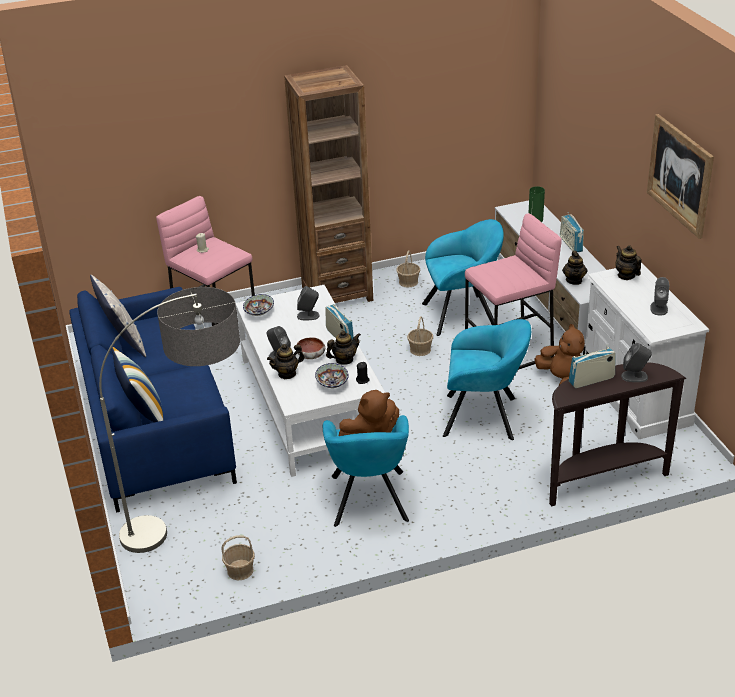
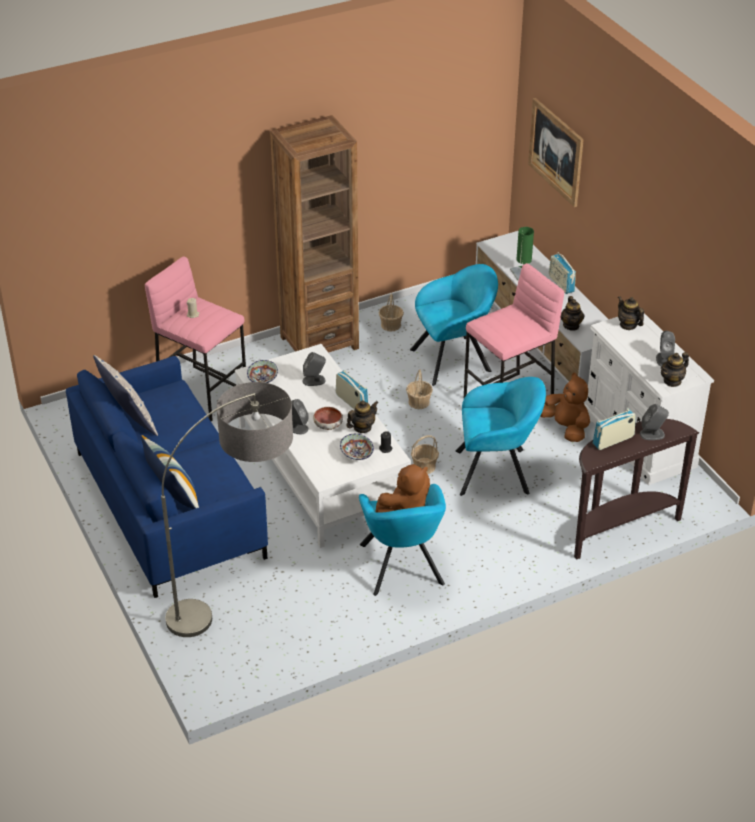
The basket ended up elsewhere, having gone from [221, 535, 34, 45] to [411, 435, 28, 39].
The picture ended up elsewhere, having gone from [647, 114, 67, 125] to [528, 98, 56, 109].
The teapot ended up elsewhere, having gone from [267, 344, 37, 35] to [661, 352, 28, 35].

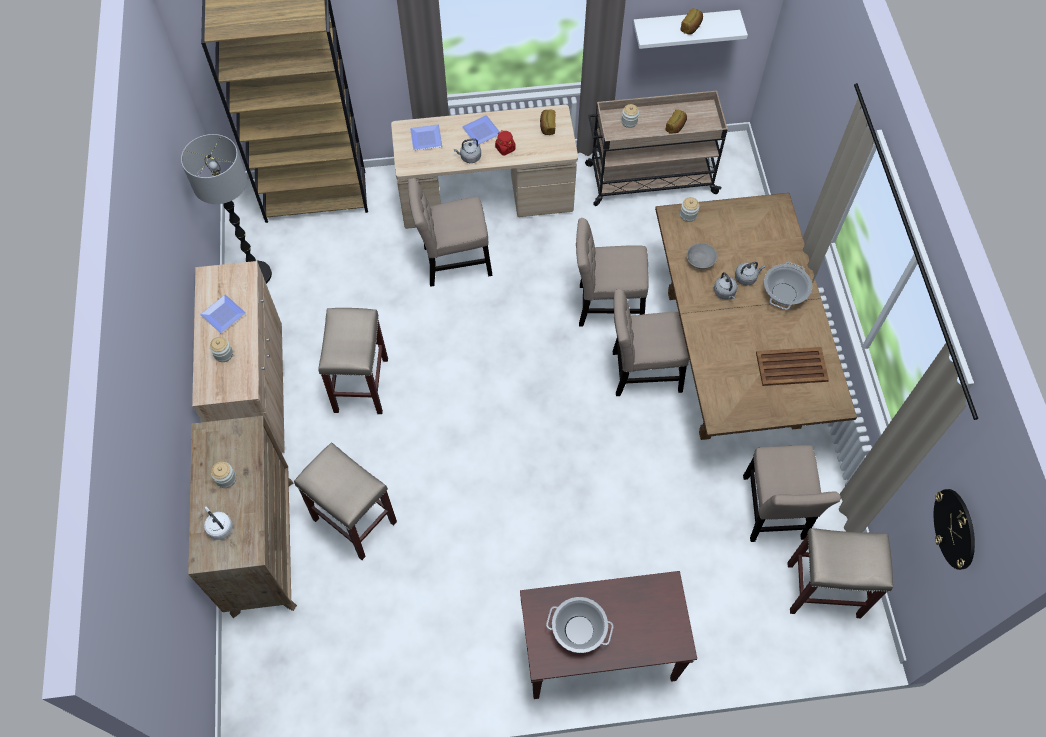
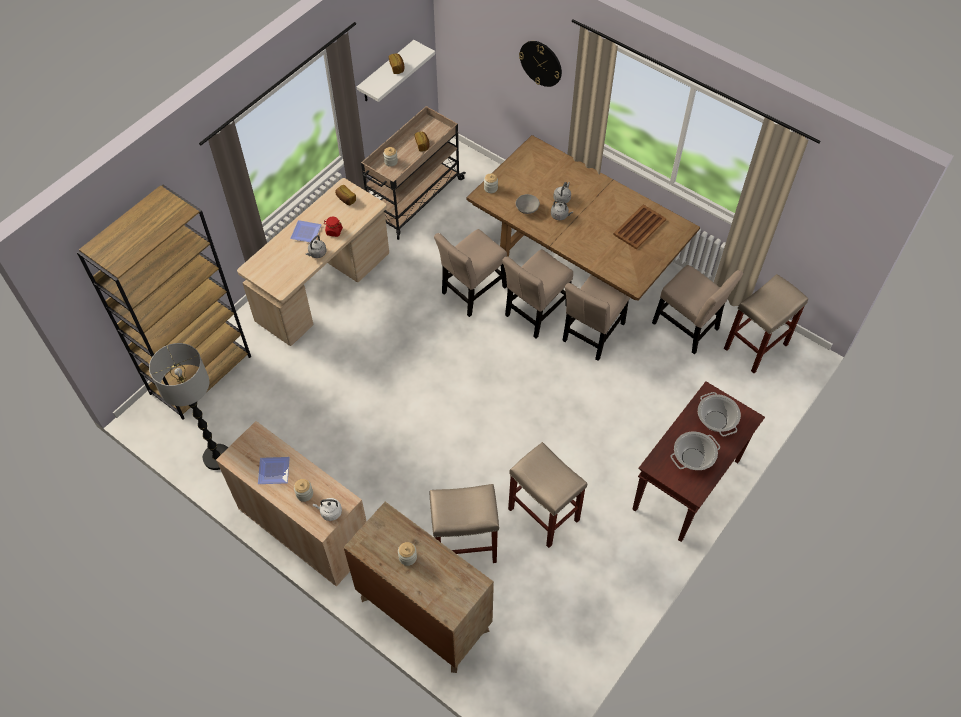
The kettle (white) ended up elsewhere, having gone from [204, 506, 29, 34] to [313, 498, 29, 23].
The stool (beige) ended up elsewhere, having gone from [318, 308, 70, 106] to [508, 442, 79, 106].
The wall clock ended up elsewhere, having gone from [934, 489, 41, 81] to [519, 41, 43, 46].
The chair (beige) ended up elsewhere, having gone from [408, 178, 85, 109] to [562, 275, 68, 86].
The cooking pot ended up elsewhere, having gone from [764, 262, 48, 48] to [698, 392, 43, 44].
The second view lost the plate at [410, 124, 32, 26].

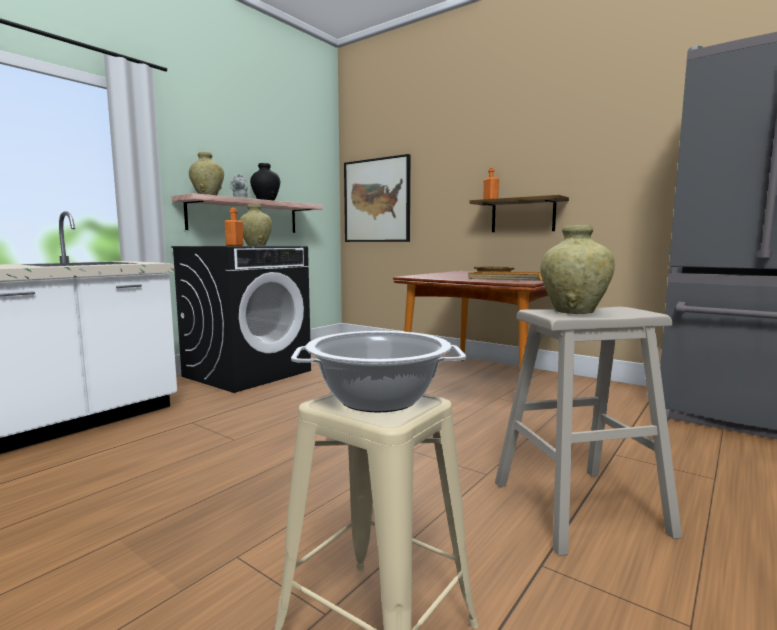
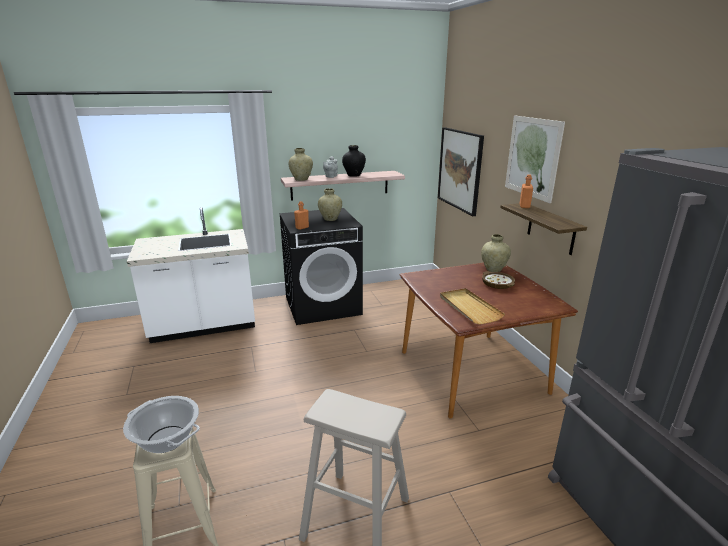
The vase (beige) ended up elsewhere, having gone from [540, 225, 75, 89] to [481, 234, 30, 38].
The second view gained the picture at [505, 116, 60, 87].

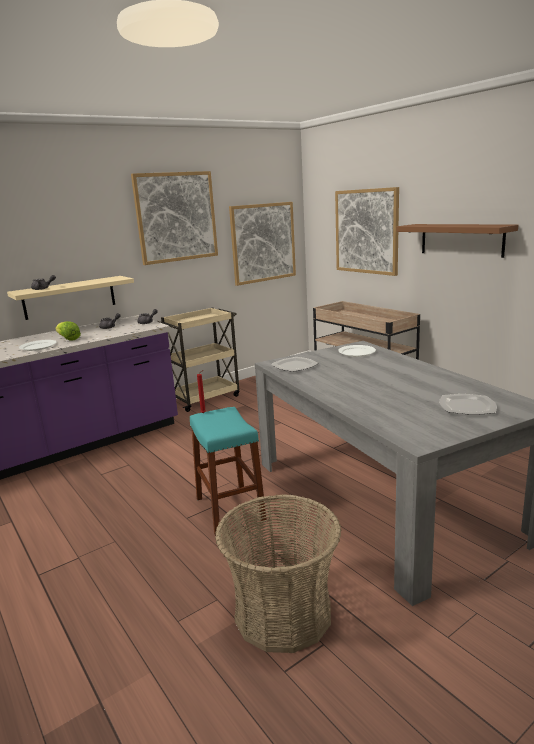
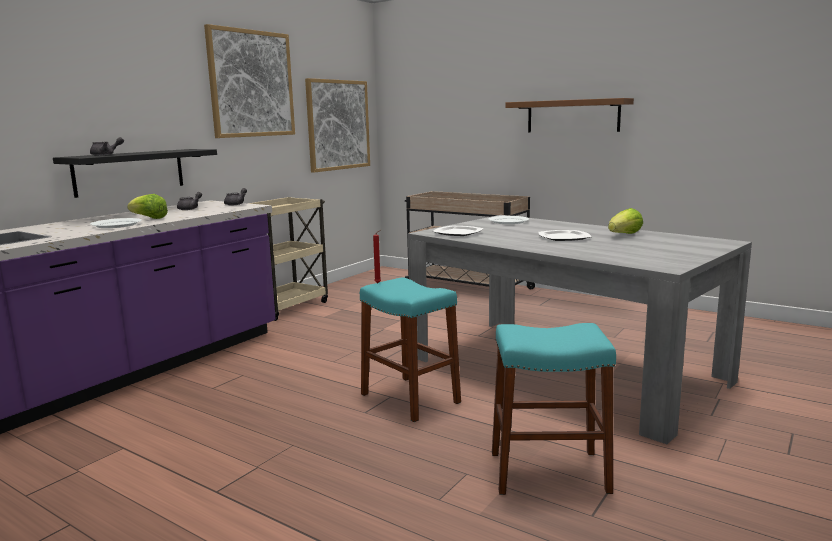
What was the shelf (beige) at [7, 276, 127, 44] turned into the shelf (black) at [53, 149, 164, 49].
Where the basket stood at [215, 494, 127, 159], the stool (turquoise) came to stand at [492, 323, 124, 172].
The plate ended up elsewhere, having gone from [439, 394, 58, 21] to [539, 230, 52, 11].
The second view gained the lettuce at [608, 208, 35, 26].
The second view lost the picture at [335, 187, 64, 89].

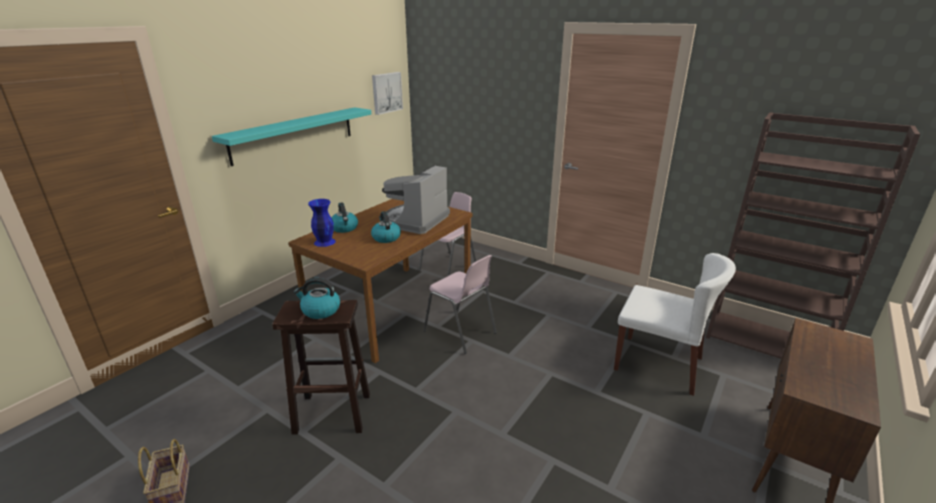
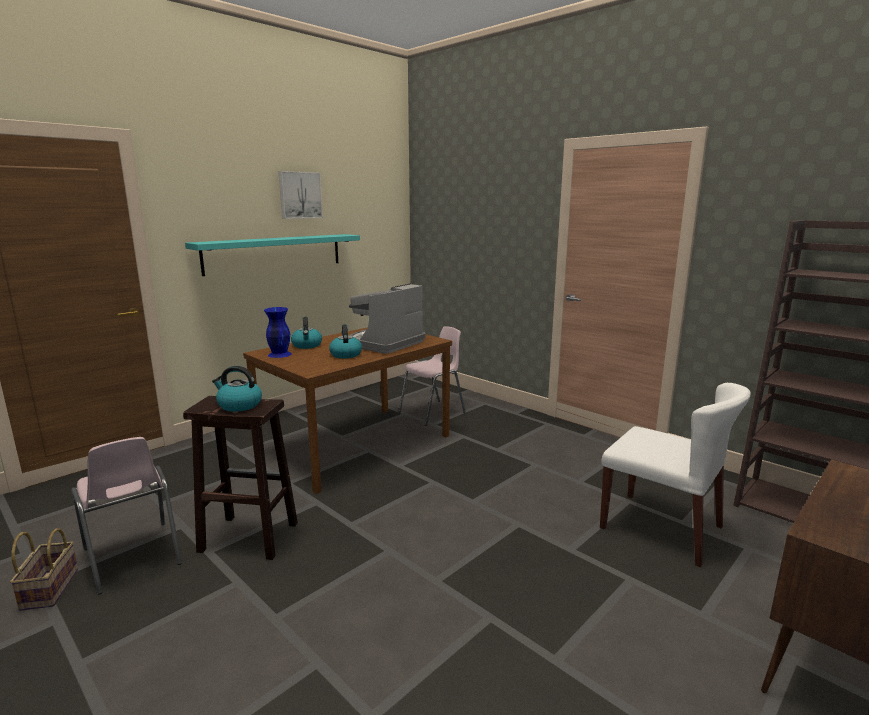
The chair (pink) ended up elsewhere, having gone from [423, 255, 74, 99] to [71, 437, 111, 157].
The picture ended up elsewhere, having gone from [372, 72, 31, 43] to [278, 171, 45, 48].

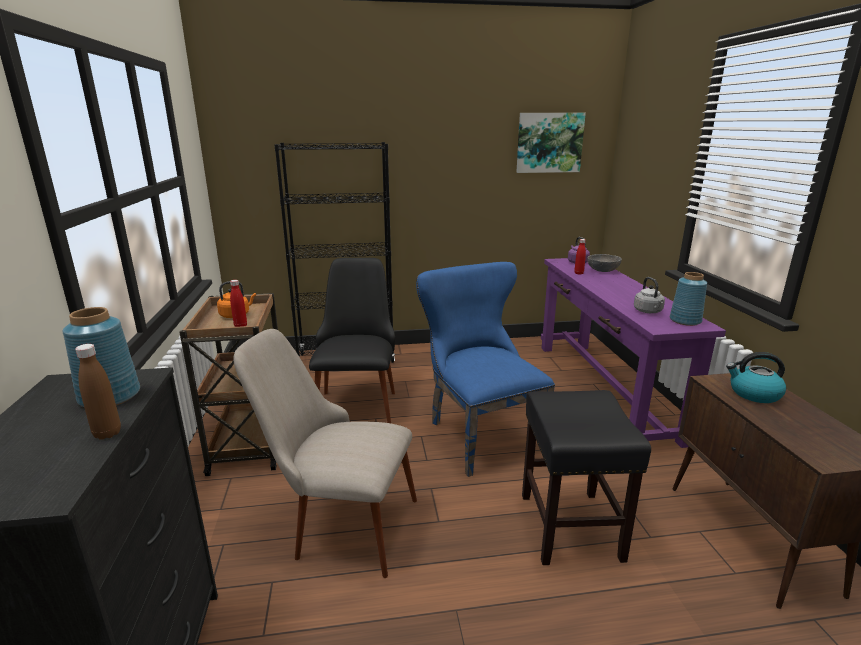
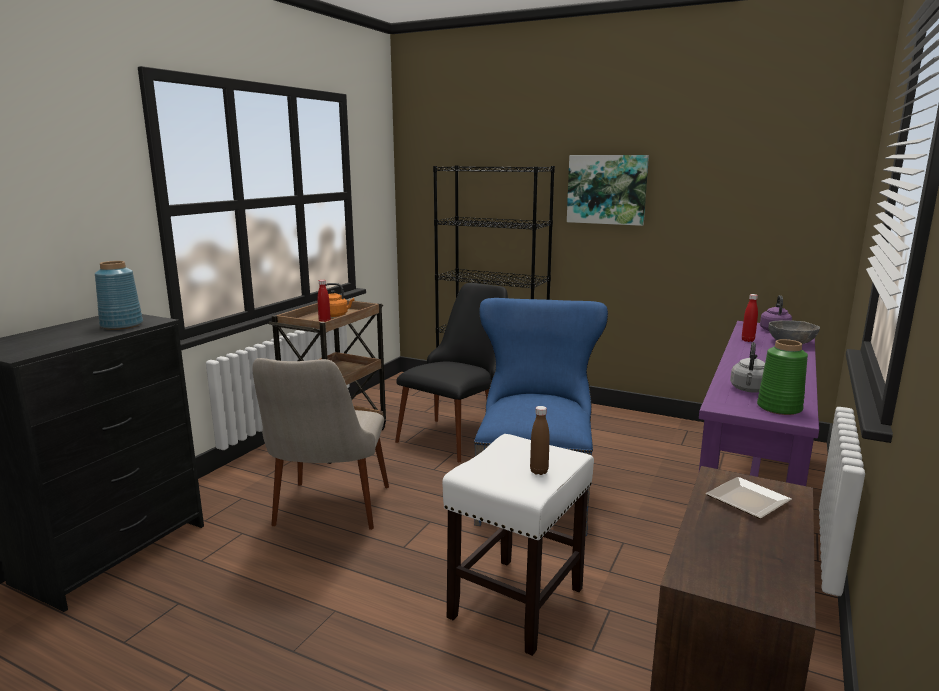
The chair (beige) at [233, 329, 184, 249] ended up facing another way, 135 degrees counterclockwise from before.
What was the stool (black) at [522, 390, 129, 175] turned into the stool (white) at [442, 434, 152, 222].
The bottle (brown) ended up elsewhere, having gone from [75, 344, 46, 96] to [530, 406, 20, 69].
The picture ended up elsewhere, having gone from [516, 113, 70, 60] to [567, 155, 82, 71].
Where the kettle stood at [726, 352, 60, 51], the plate came to stand at [706, 477, 86, 42].
What was the vase (blue) at [670, 272, 37, 54] turned into the vase (green) at [757, 339, 51, 76].

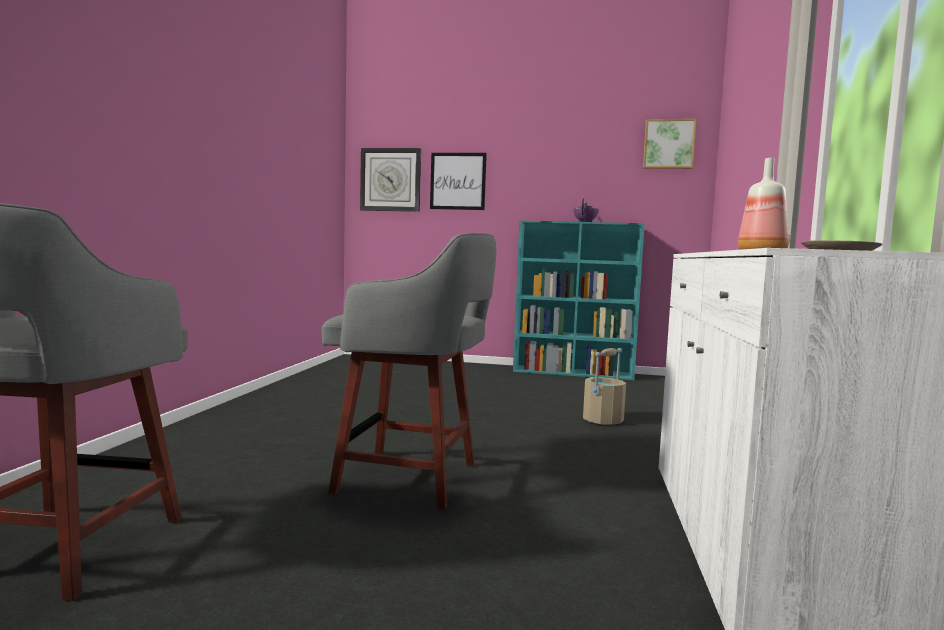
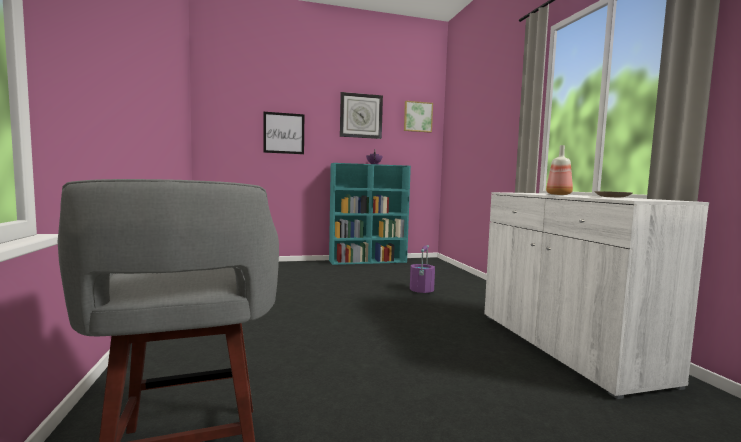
The wall clock ended up elsewhere, having gone from [360, 148, 61, 64] to [340, 92, 43, 47].
What was the bucket (beige) at [583, 348, 43, 77] turned into the bucket (purple) at [410, 245, 25, 48].
The second view lost the stool (grey) at [322, 233, 174, 277].

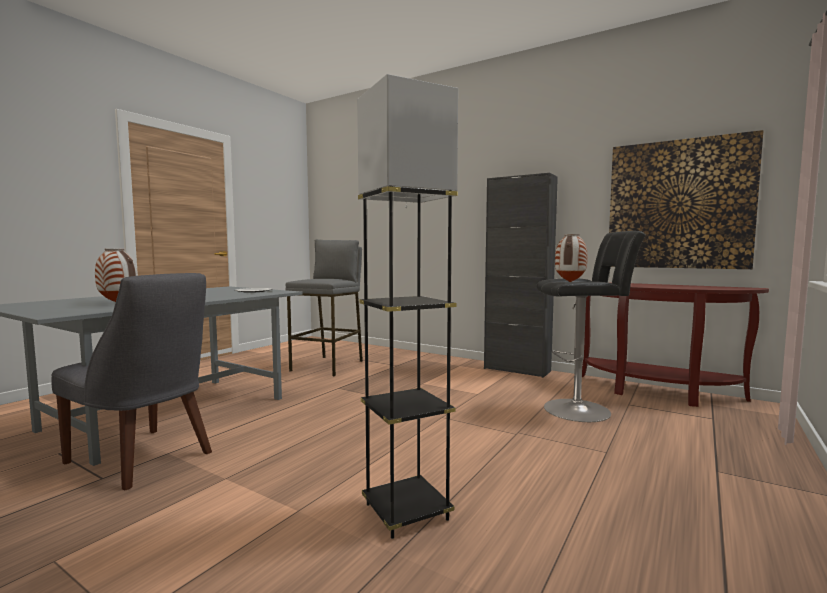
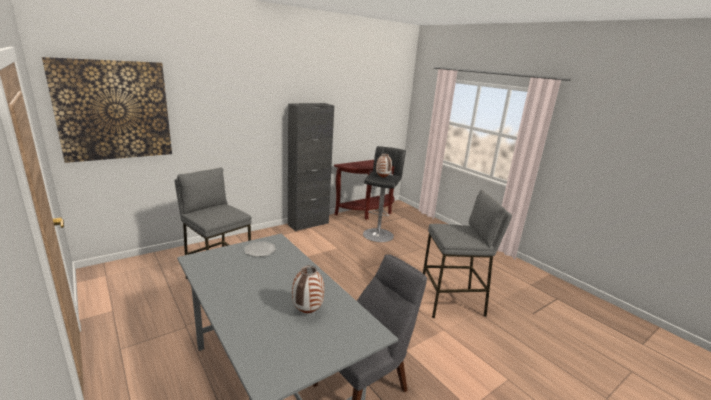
The picture ended up elsewhere, having gone from [609, 130, 155, 139] to [42, 57, 130, 106].
Where the floor lamp (grey) stood at [357, 74, 101, 465], the stool (grey) came to stand at [423, 190, 89, 128].

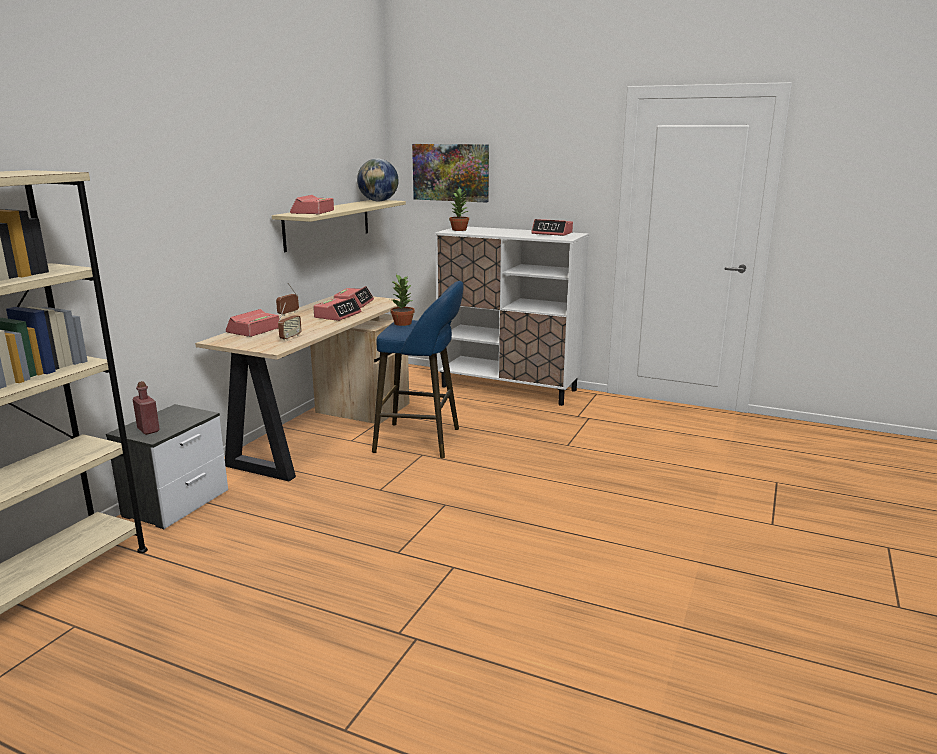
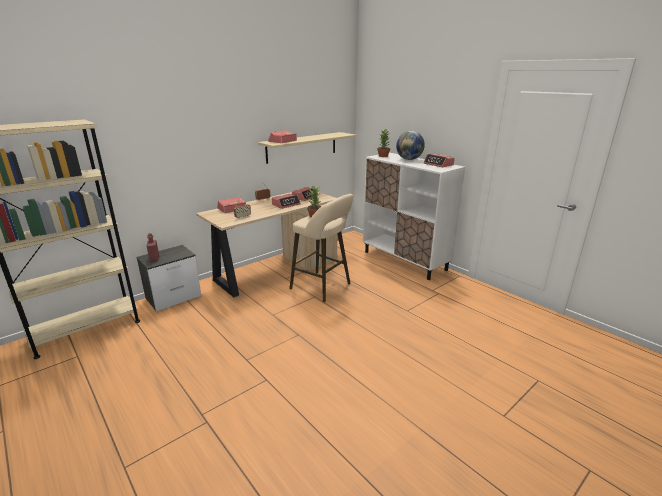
What was the stool (blue) at [372, 281, 92, 177] turned into the stool (beige) at [289, 194, 64, 108].
The globe ended up elsewhere, having gone from [357, 158, 41, 43] to [396, 131, 29, 29].
The second view lost the picture at [412, 144, 77, 59].

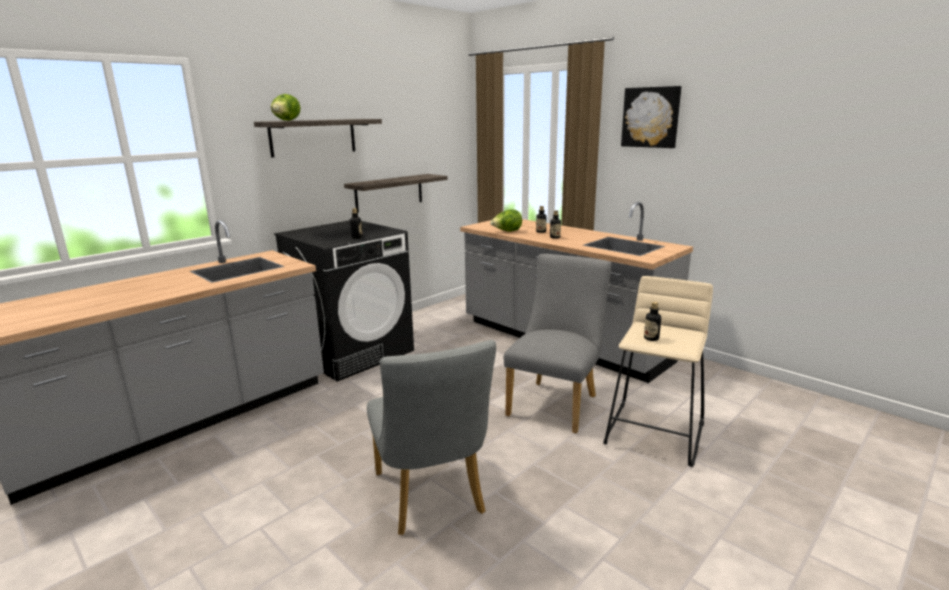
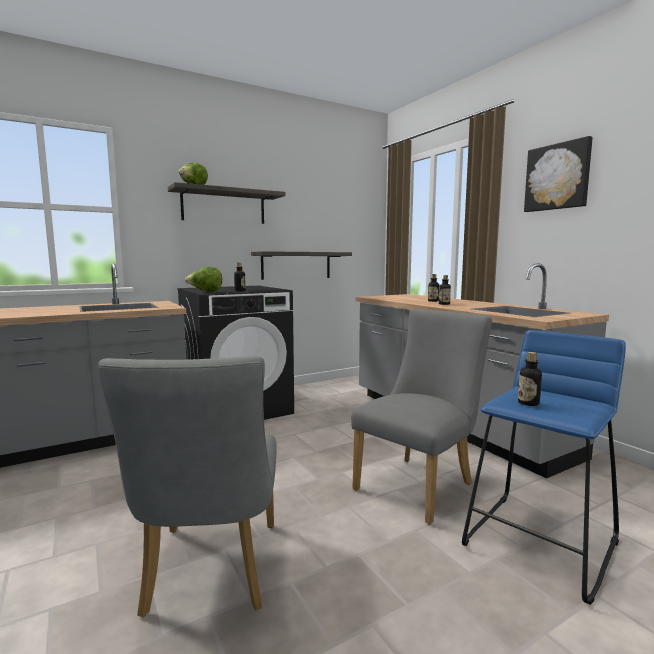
The lettuce ended up elsewhere, having gone from [490, 209, 32, 23] to [185, 267, 37, 25].
What was the stool (beige) at [603, 276, 110, 191] turned into the stool (blue) at [462, 330, 164, 275].

